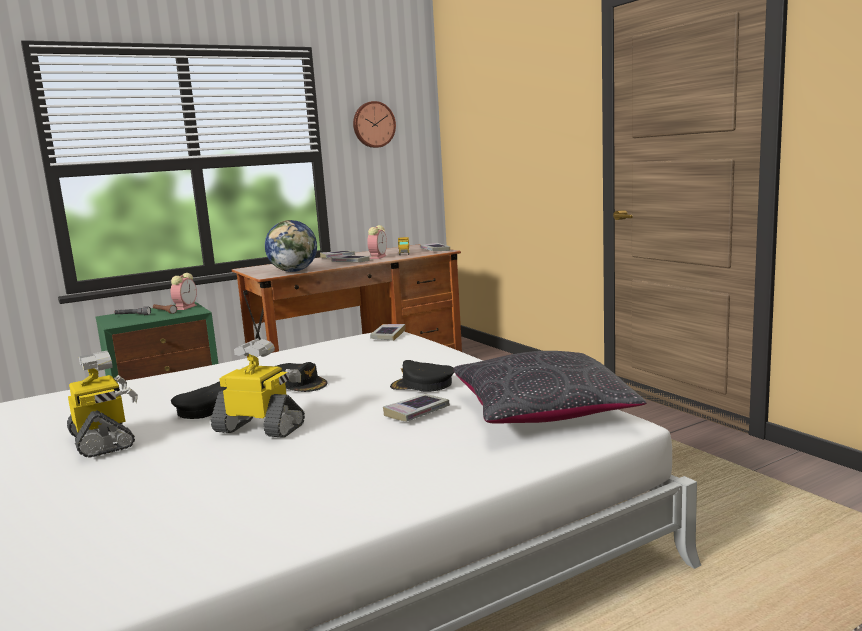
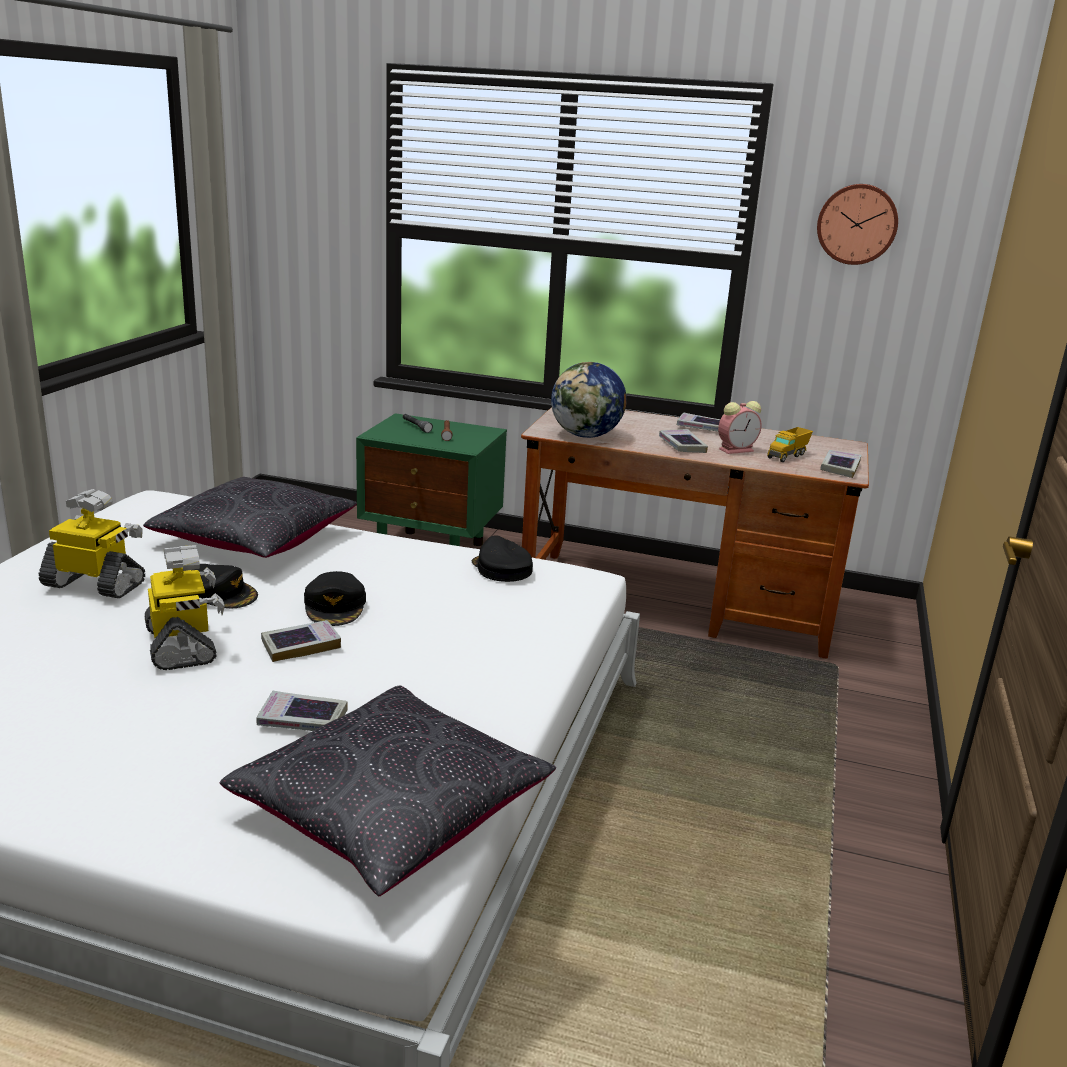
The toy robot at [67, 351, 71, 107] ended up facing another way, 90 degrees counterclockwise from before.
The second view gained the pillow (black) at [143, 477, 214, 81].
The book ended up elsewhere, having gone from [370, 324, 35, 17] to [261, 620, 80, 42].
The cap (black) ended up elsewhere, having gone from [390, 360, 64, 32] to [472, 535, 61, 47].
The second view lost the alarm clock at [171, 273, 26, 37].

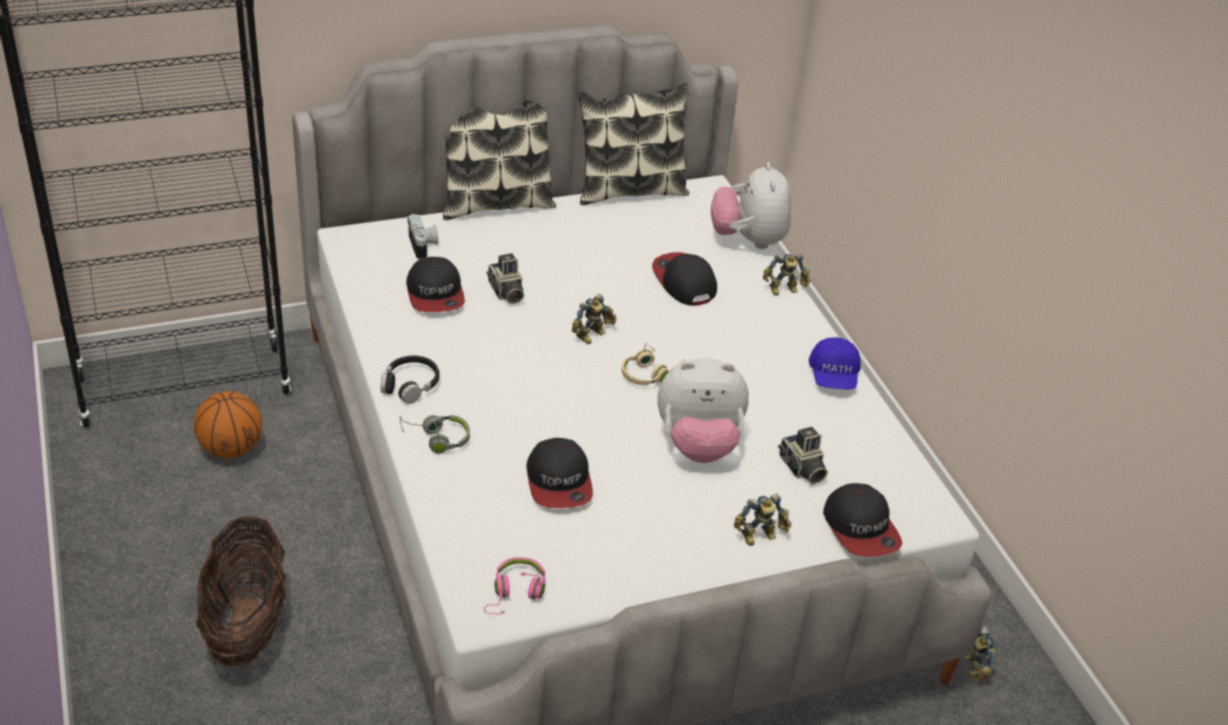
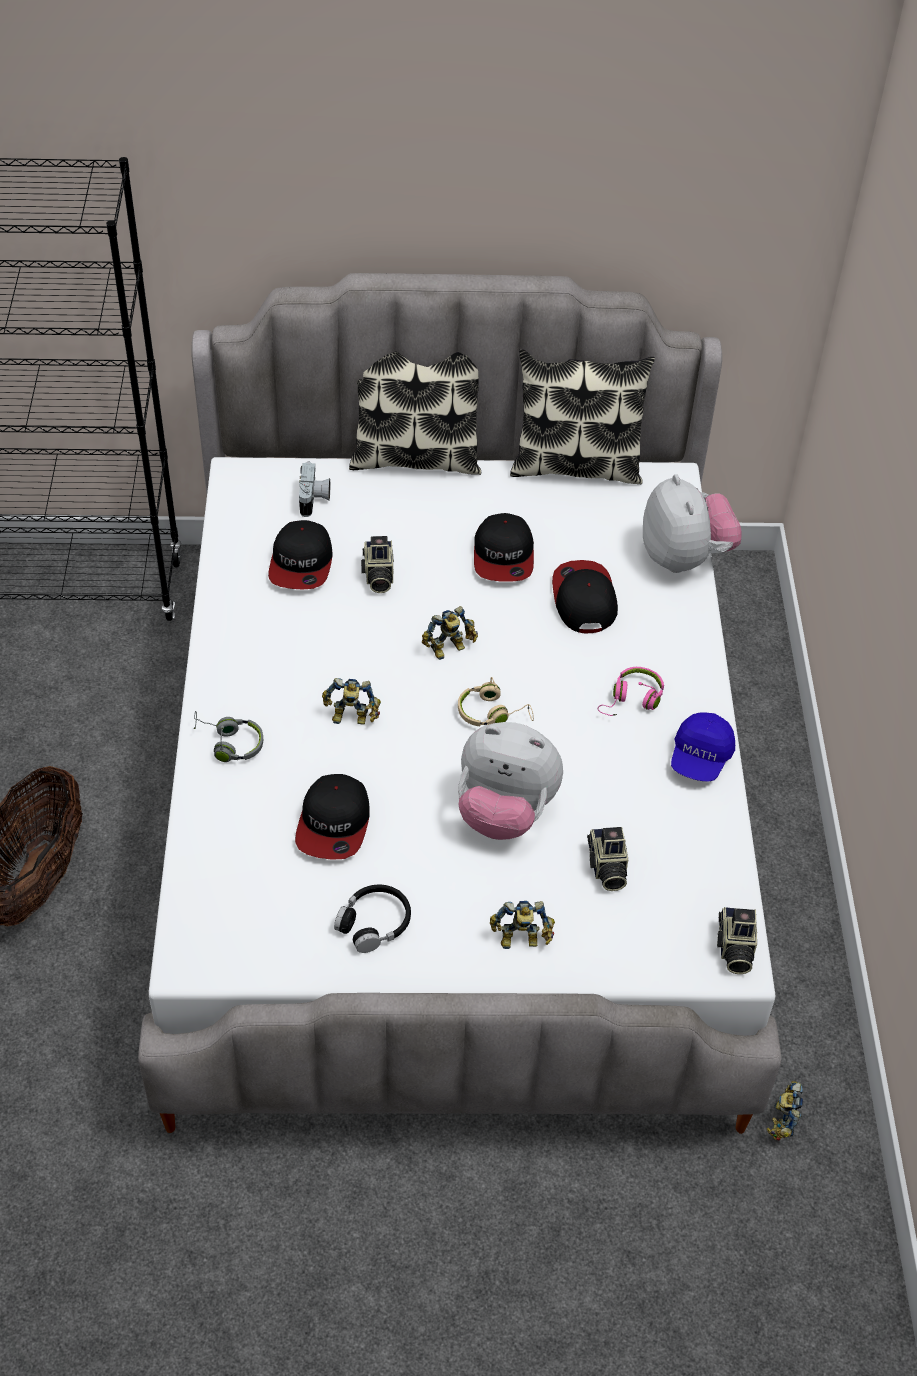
The toy robot ended up elsewhere, having gone from [763, 253, 47, 43] to [322, 678, 59, 47].
The headphones (black) ended up elsewhere, having gone from [381, 356, 59, 48] to [334, 885, 77, 68].
The cap ended up elsewhere, having gone from [823, 483, 79, 74] to [474, 513, 60, 69].
The headphones (pink) ended up elsewhere, having gone from [484, 557, 61, 57] to [598, 667, 66, 49].
The plush toy at [711, 162, 80, 87] ended up facing another way, 150 degrees clockwise from before.
The second view gained the photo camera at [717, 907, 40, 67].
The second view lost the basketball at [194, 391, 68, 67].

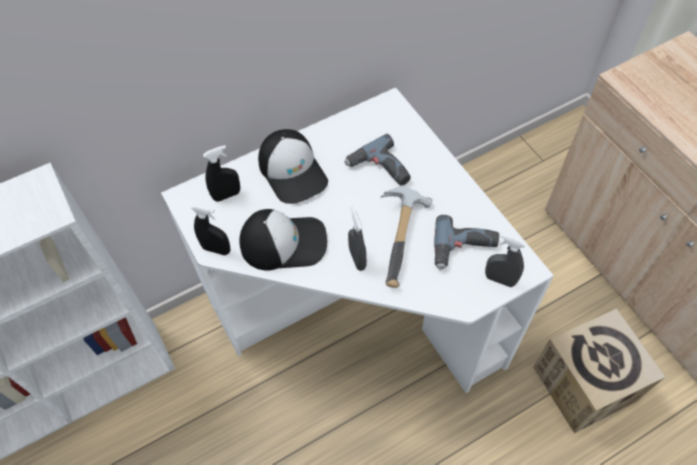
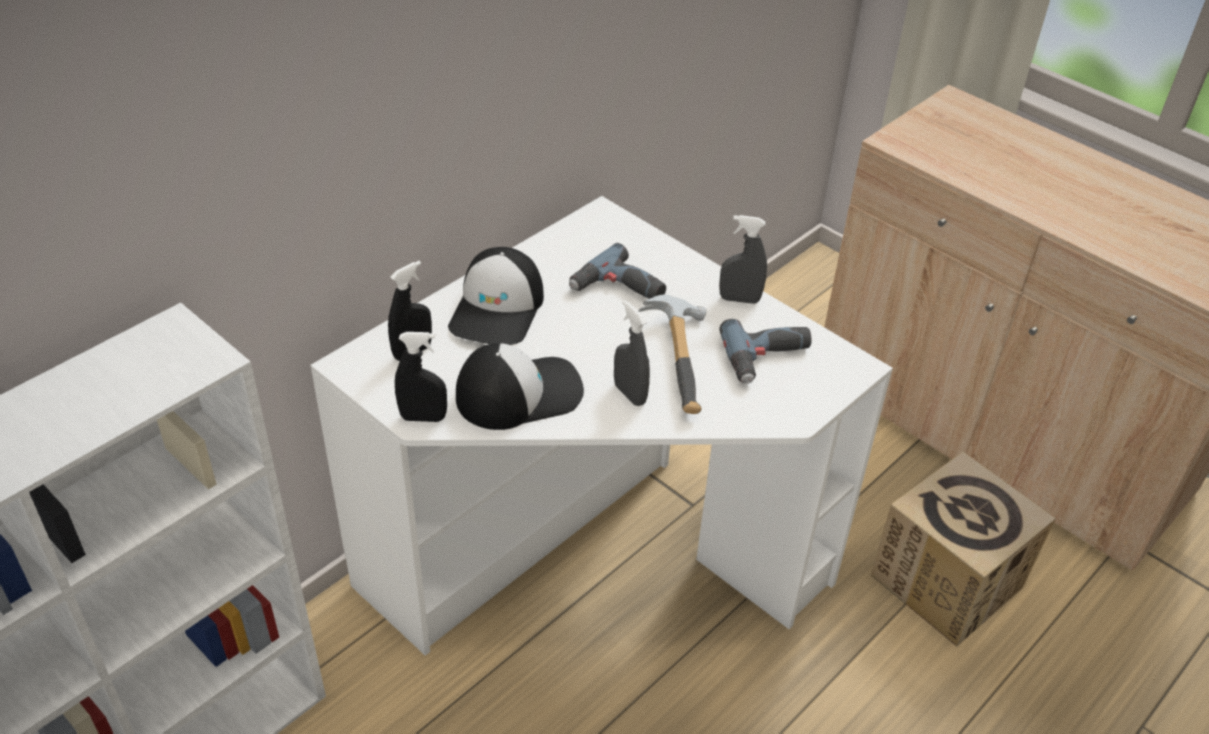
The cap at [258, 129, 70, 75] ended up facing another way, 60 degrees clockwise from before.
The spray bottle (grey) ended up elsewhere, having gone from [485, 234, 41, 53] to [719, 215, 48, 89].

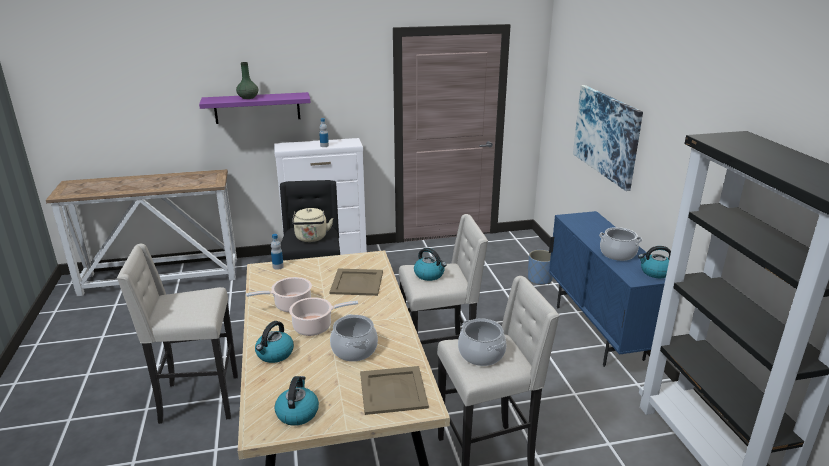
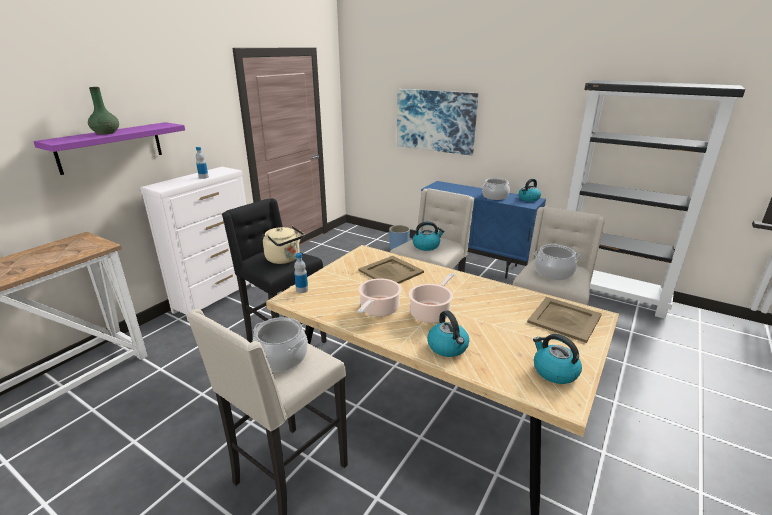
The cooking pot ended up elsewhere, having gone from [330, 314, 48, 48] to [252, 317, 56, 55].

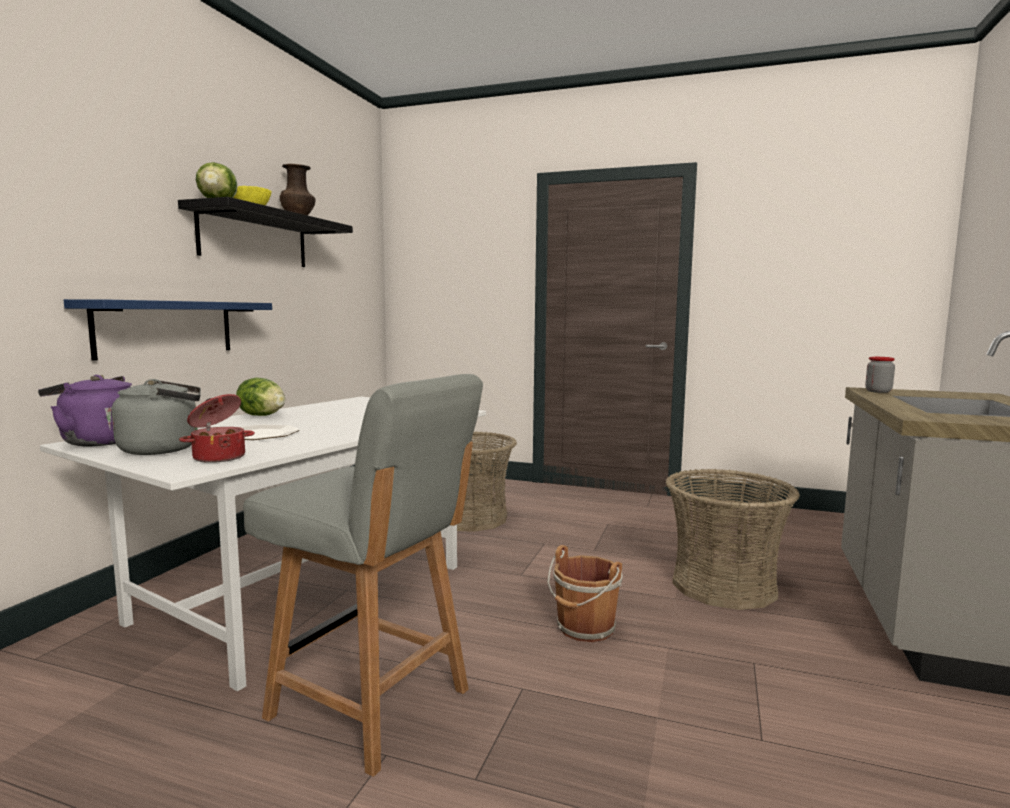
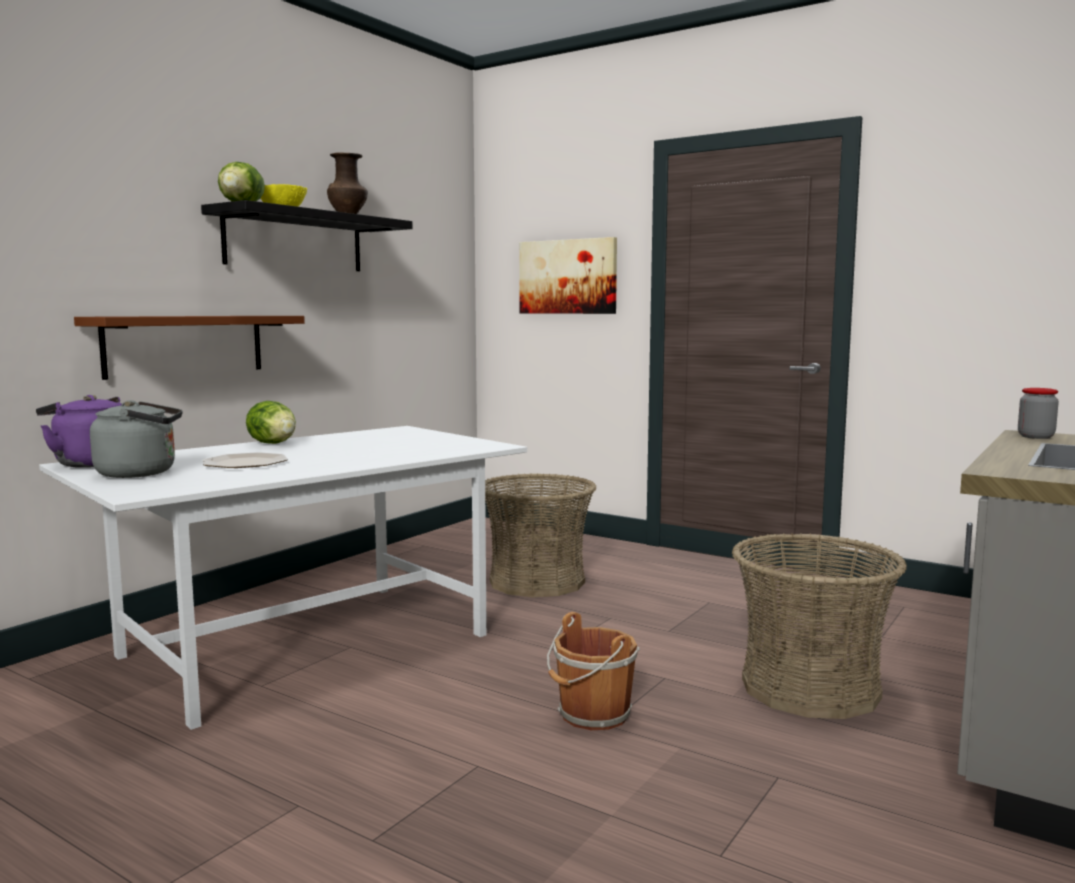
What was the shelf (blue) at [64, 299, 208, 62] turned into the shelf (brown) at [74, 316, 231, 64].
The second view gained the picture at [519, 237, 98, 77].
The second view lost the cooking pot at [179, 394, 76, 69].
The second view lost the chair (grey) at [243, 374, 240, 403].

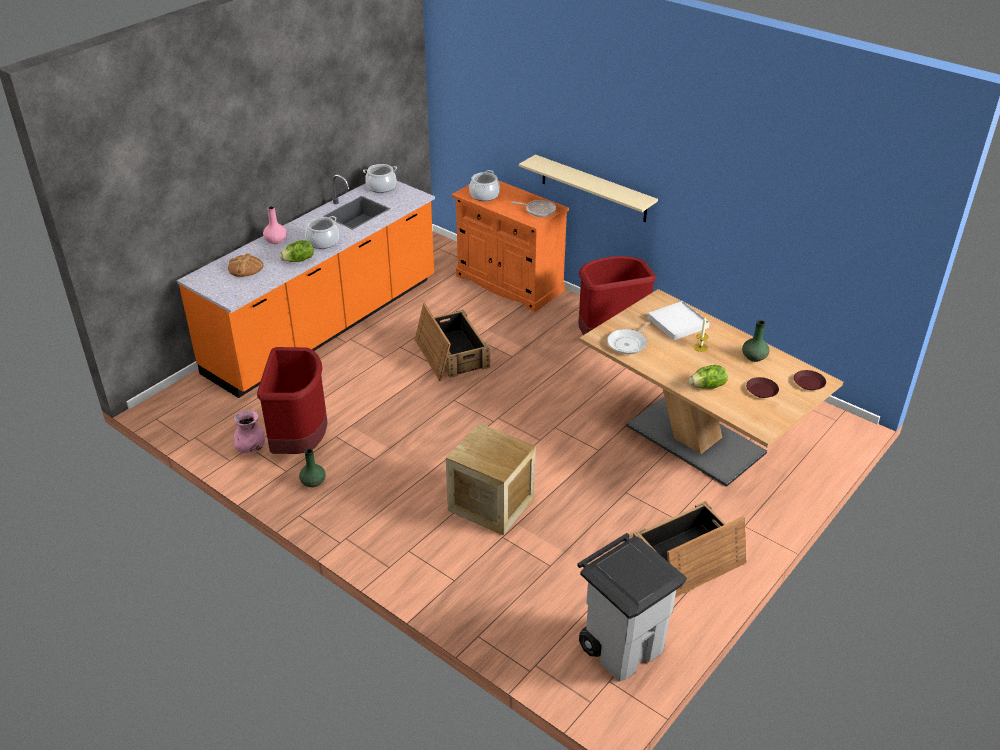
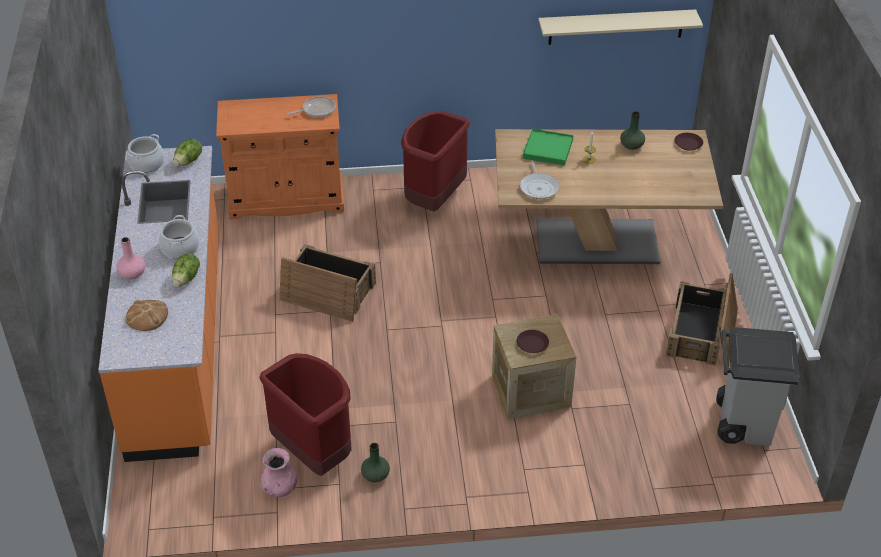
The lettuce ended up elsewhere, having gone from [689, 365, 39, 24] to [173, 139, 29, 28].
The plate (brown) ended up elsewhere, having gone from [746, 377, 33, 21] to [517, 330, 32, 23].
What was the tray (white) at [647, 301, 63, 40] turned into the tray (green) at [523, 129, 50, 37].
The shelf (beige) ended up elsewhere, having gone from [519, 154, 139, 68] to [538, 9, 165, 36].
The second view lost the cooking pot at [469, 170, 31, 31].

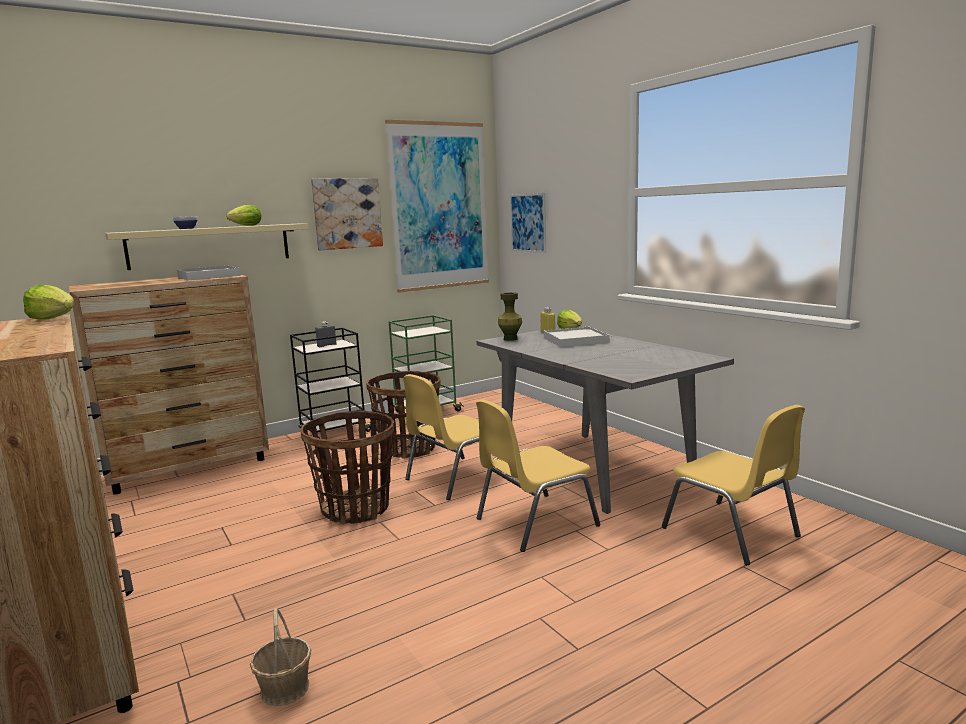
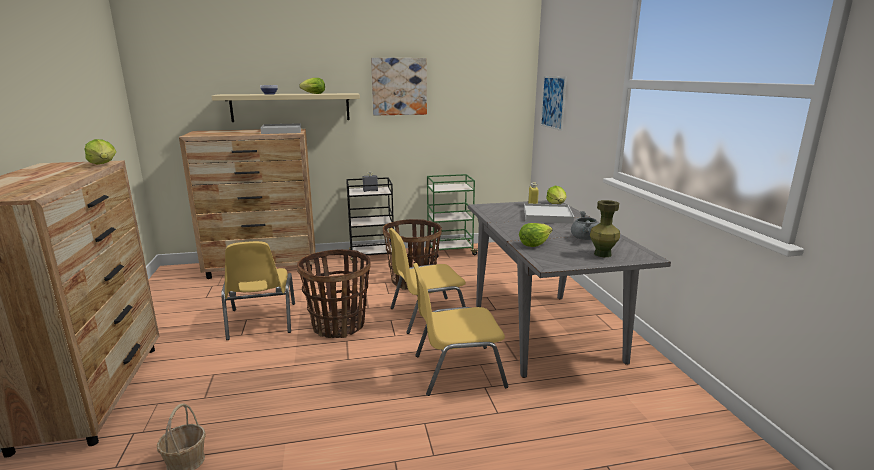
The chair (yellow) ended up elsewhere, having gone from [662, 405, 143, 160] to [221, 241, 74, 99].
The second view gained the lettuce at [519, 223, 33, 24].
The second view gained the cooking pot (grey) at [571, 211, 27, 29].
The vase (green) ended up elsewhere, having gone from [498, 292, 24, 49] to [590, 200, 30, 57].
The second view lost the picture at [385, 120, 104, 173].

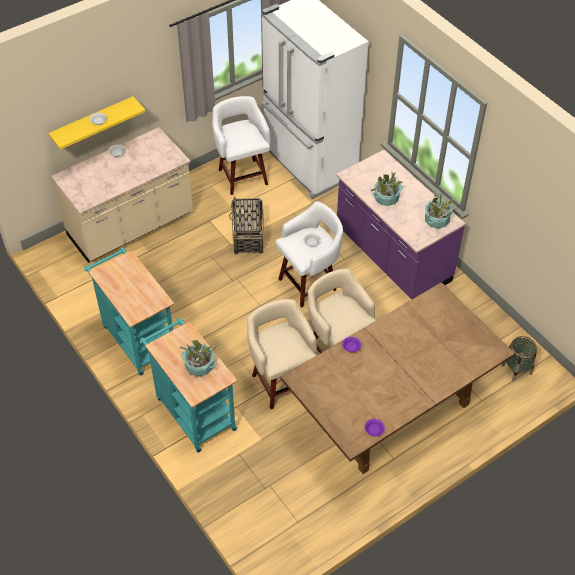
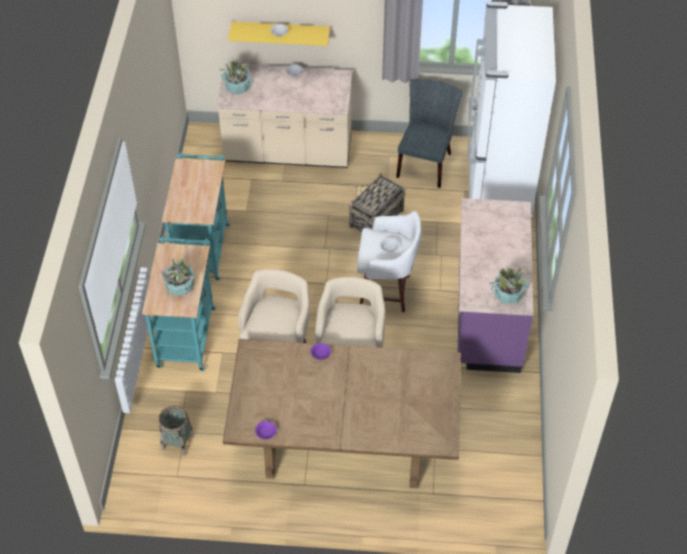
The basket ended up elsewhere, having gone from [501, 336, 36, 46] to [159, 406, 35, 50].
The potted plant ended up elsewhere, having gone from [370, 170, 33, 36] to [219, 60, 34, 34].
Where the stool (white) stood at [212, 96, 59, 99], the chair (grey) came to stand at [396, 79, 66, 109].

